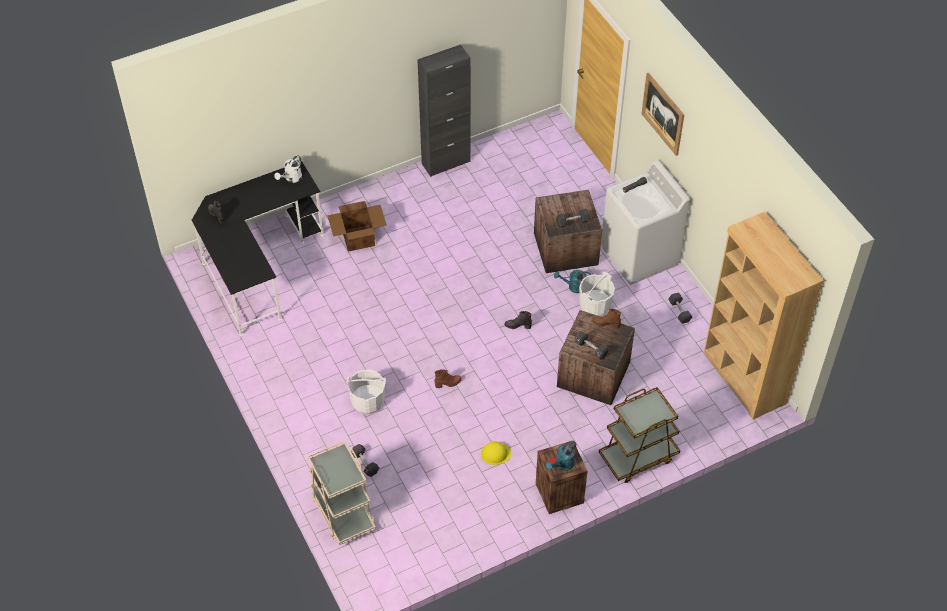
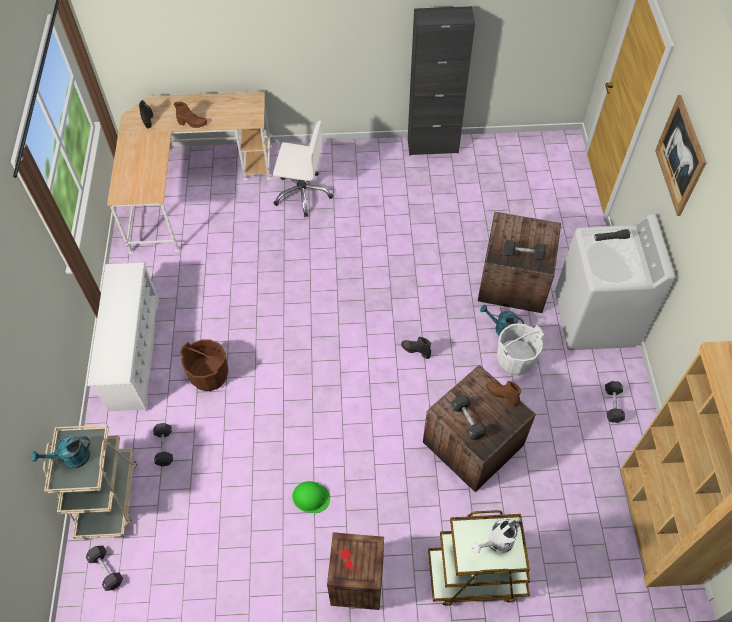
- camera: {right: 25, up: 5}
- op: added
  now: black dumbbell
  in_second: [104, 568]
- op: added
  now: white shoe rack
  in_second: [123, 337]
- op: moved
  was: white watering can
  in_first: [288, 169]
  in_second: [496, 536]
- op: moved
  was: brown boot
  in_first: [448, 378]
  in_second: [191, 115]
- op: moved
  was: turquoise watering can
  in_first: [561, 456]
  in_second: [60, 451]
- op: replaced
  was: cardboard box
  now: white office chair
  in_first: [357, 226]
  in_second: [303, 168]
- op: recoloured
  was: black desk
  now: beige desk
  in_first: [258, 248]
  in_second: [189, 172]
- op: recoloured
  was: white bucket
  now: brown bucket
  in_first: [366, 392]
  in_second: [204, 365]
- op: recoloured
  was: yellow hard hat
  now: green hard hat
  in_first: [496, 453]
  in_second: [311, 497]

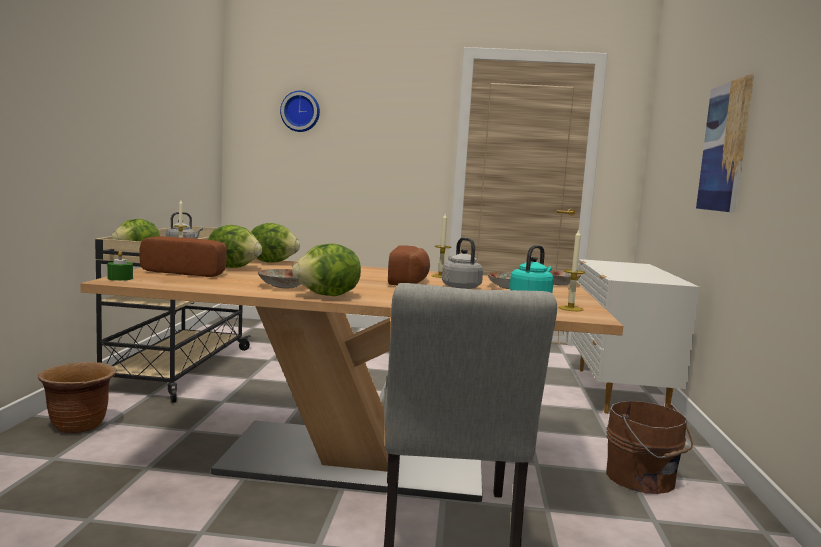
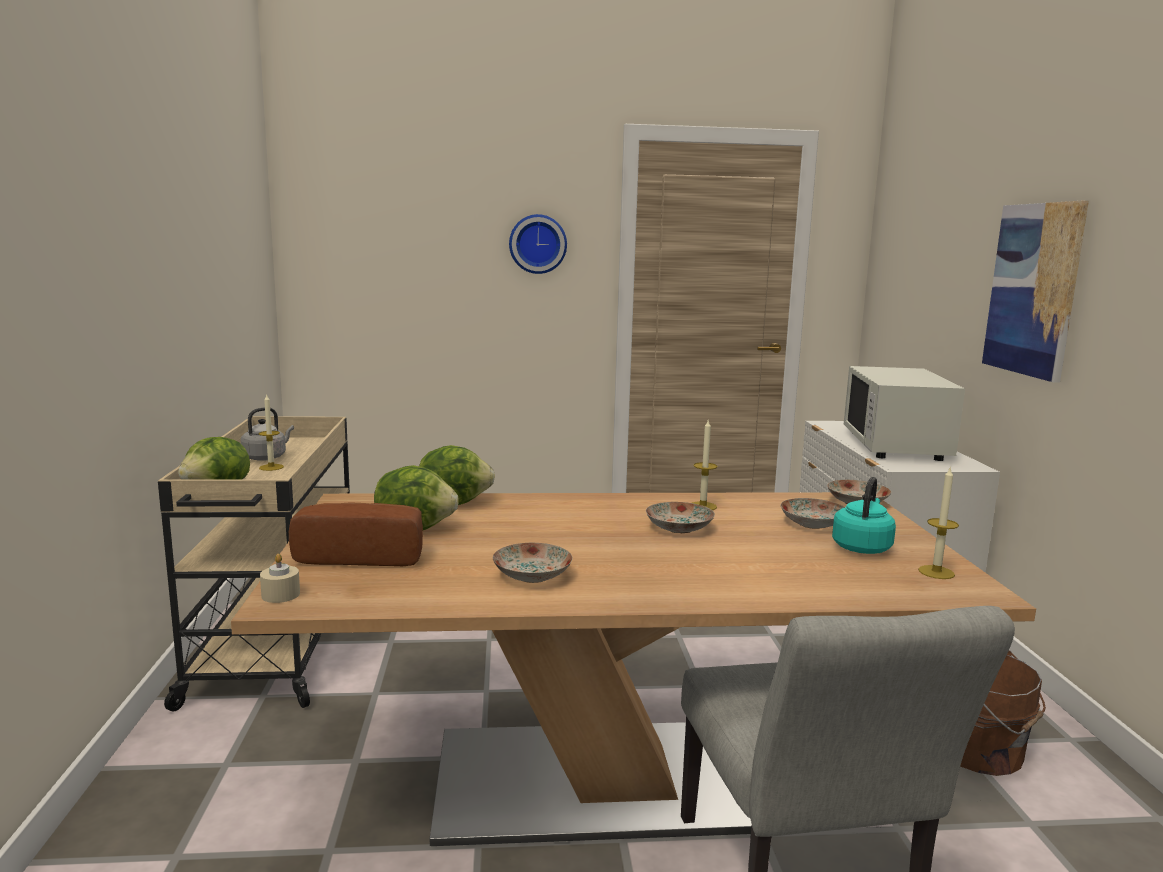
- camera: {right: -10, up: 5}
- op: removed
  was: brown planter
  in_first: [77, 397]
- op: removed
  was: lettuce
  in_first: [326, 270]
- op: removed
  was: grey kettle
  in_first: [462, 263]
- op: added
  now: white microwave
  in_second: [904, 413]
- op: moved
  was: wall clock
  in_first: [300, 111]
  in_second: [538, 244]
- op: replaced
  was: bread
  now: plate
  in_first: [409, 265]
  in_second: [680, 517]
- op: recoloured
  was: green candle
  now: beige candle
  in_first: [120, 266]
  in_second: [280, 578]

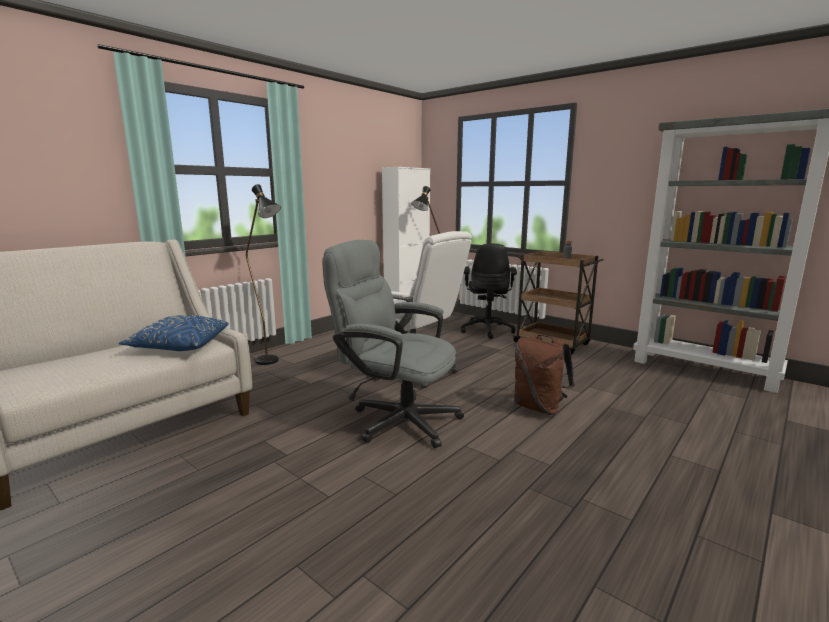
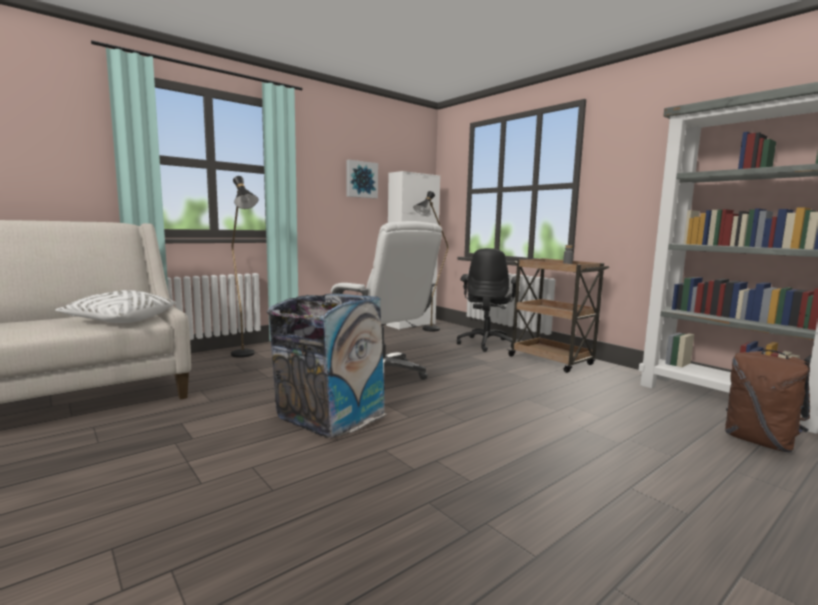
- camera: {right: 10, up: -5}
- op: added
  now: picture
  in_second: [362, 179]
- op: moved
  was: brown backpack
  in_first: [544, 375]
  in_second: [767, 401]
- op: replaced
  was: grey office chair
  now: trash can
  in_first: [393, 344]
  in_second: [327, 366]
- op: recoloured
  was: blue pillow
  now: white pillow
  in_first: [174, 333]
  in_second: [115, 306]

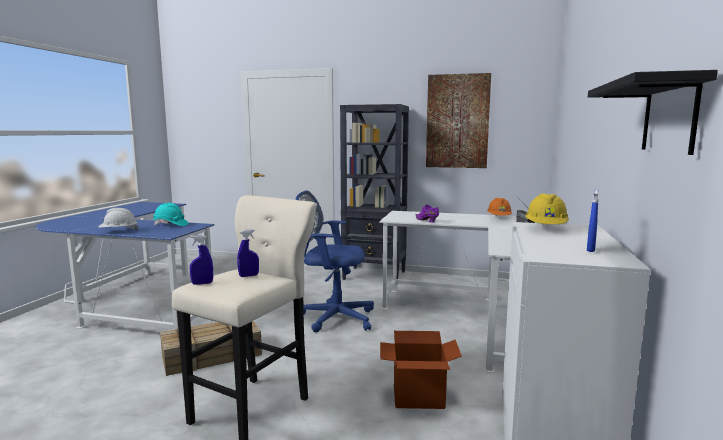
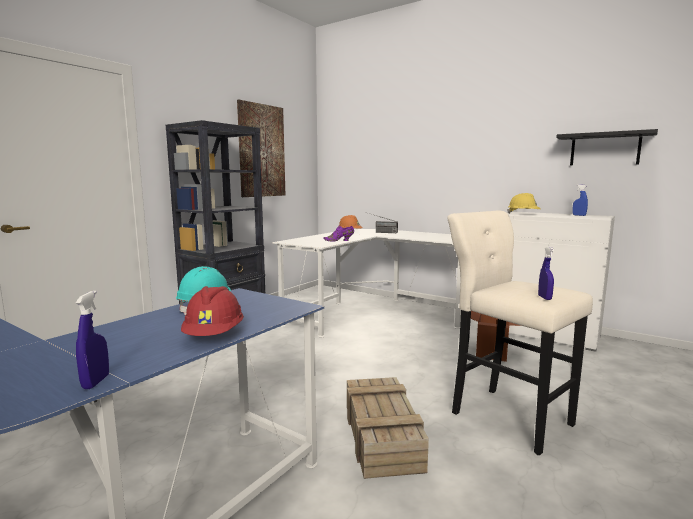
- camera: {right: -70, up: 0}
- op: removed
  was: blue office chair
  in_first: [335, 261]
- op: moved
  was: blue spray bottle
  in_first: [248, 253]
  in_second: [92, 340]
- op: recoloured
  was: white hard hat
  now: red hard hat
  in_first: [118, 219]
  in_second: [212, 311]

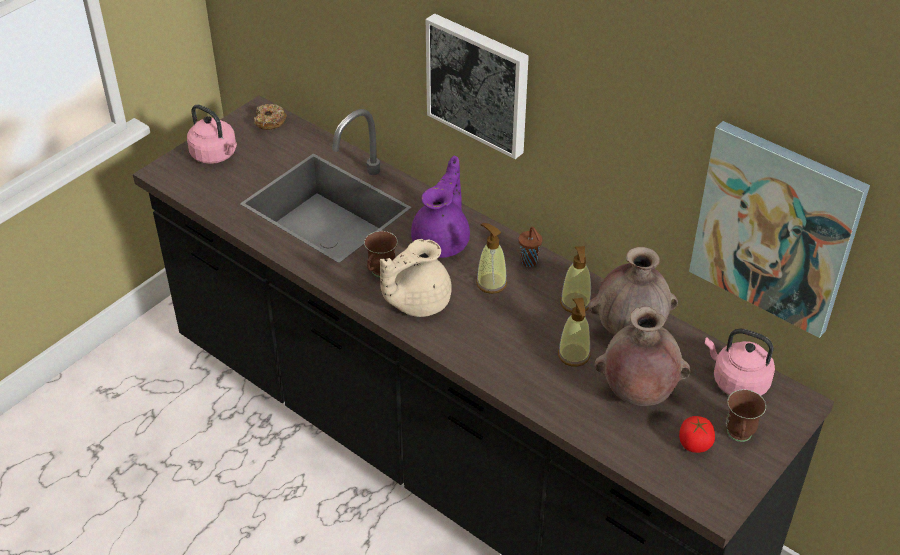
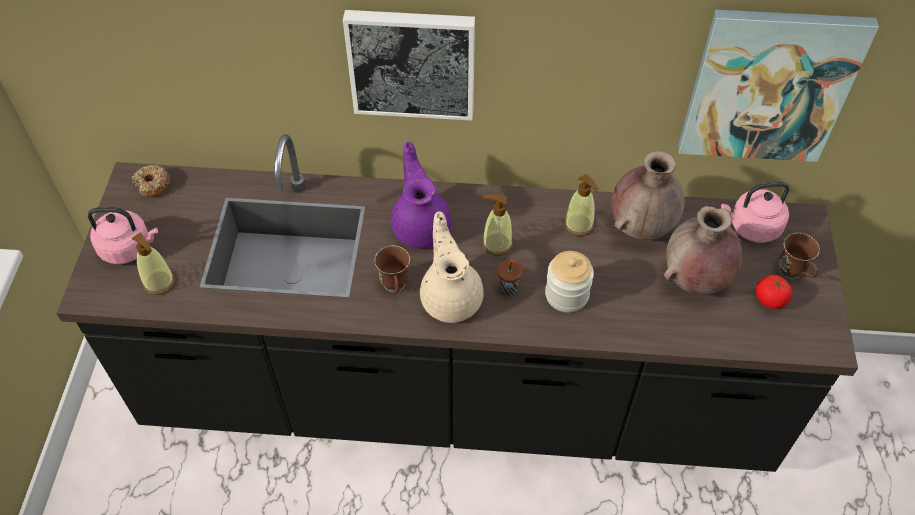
- camera: {right: -35, up: 10}
- op: added
  now: jar
  in_second: [569, 281]
- op: moved
  was: brown cup
  in_first: [530, 246]
  in_second: [511, 277]
- op: moved
  was: soap dispenser
  in_first: [574, 332]
  in_second: [153, 263]
- op: turned
  was: beige teapot
  in_first: [416, 278]
  in_second: [452, 267]
  clockwise: 150

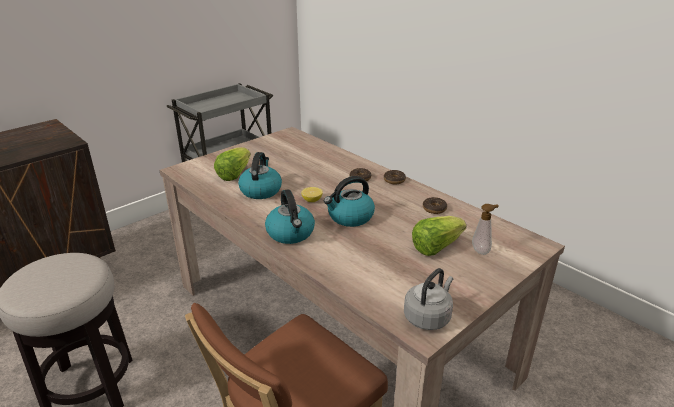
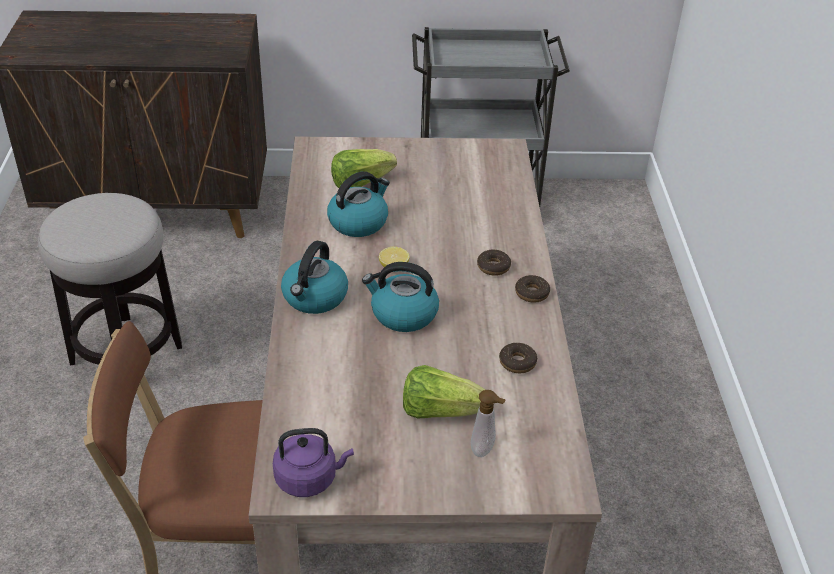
- camera: {right: 40, up: 10}
- op: recoloured
  was: grey kettle
  now: purple kettle
  in_first: [428, 299]
  in_second: [313, 462]

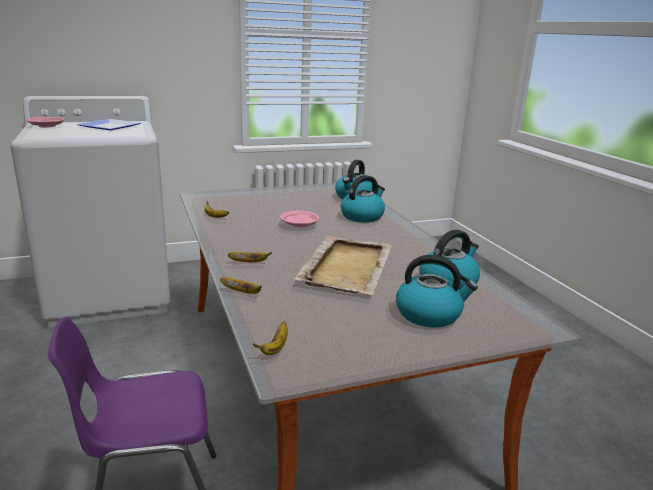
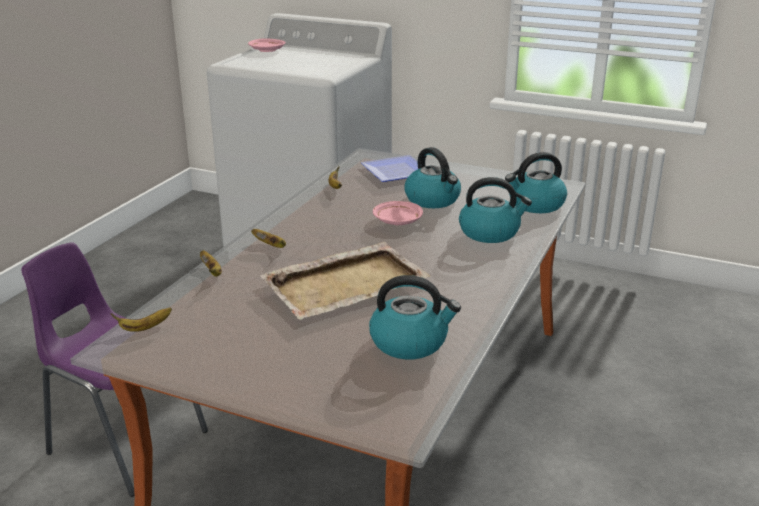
- camera: {right: 45, up: 5}
- op: moved
  was: plate
  in_first: [109, 124]
  in_second: [389, 168]
- op: moved
  was: kettle
  in_first: [437, 291]
  in_second: [432, 177]

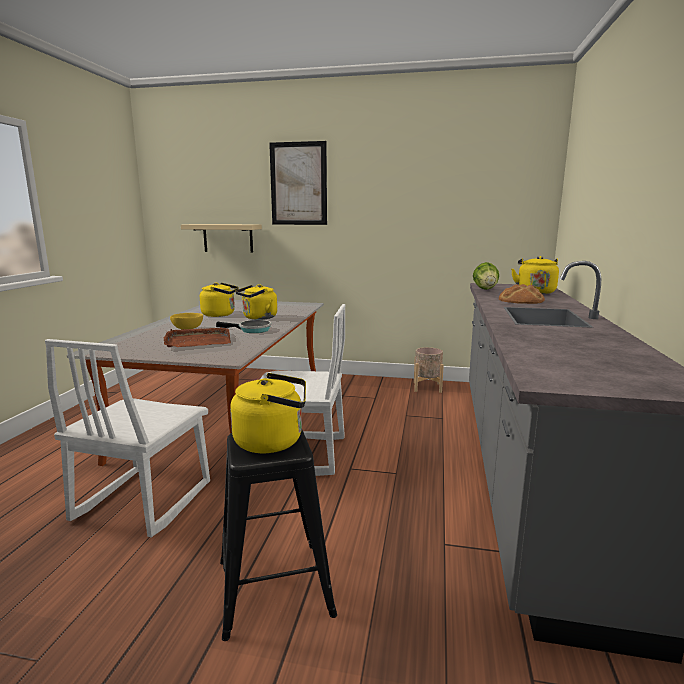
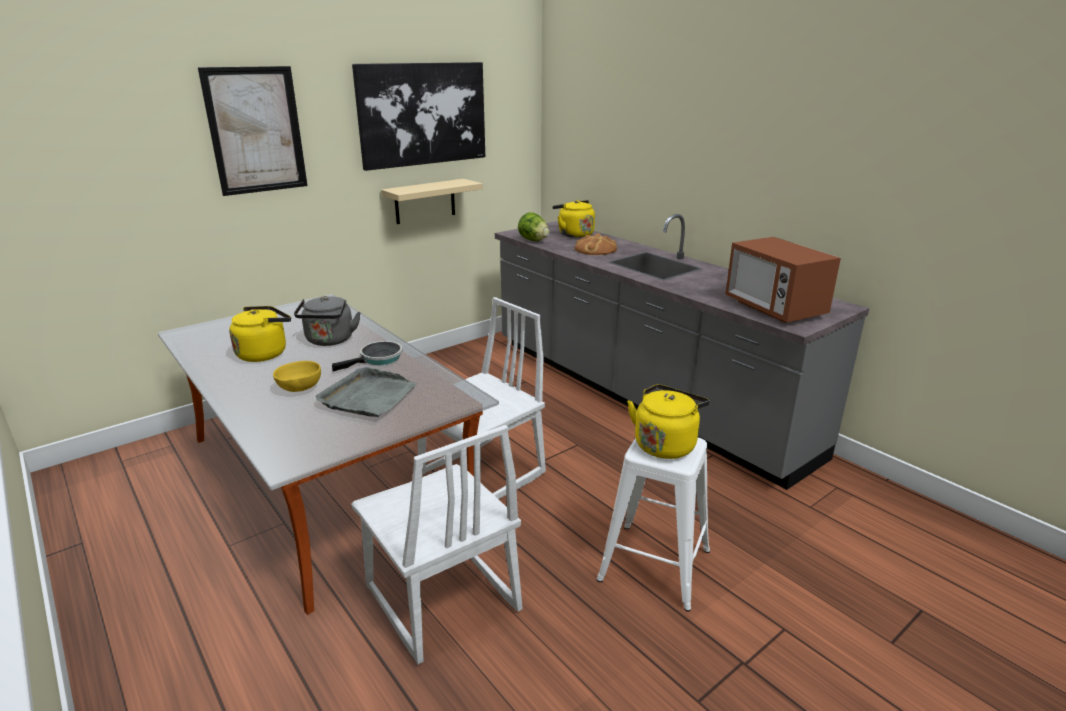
- camera: {right: -50, up: 10}
- op: removed
  was: beige planter
  in_first: [429, 370]
- op: added
  now: picture
  in_second: [418, 116]
- op: added
  now: microwave
  in_second: [783, 280]
- op: moved
  was: beige shelf
  in_first: [221, 238]
  in_second: [432, 201]
- op: recoloured
  was: brown tray
  now: grey tray
  in_first: [197, 337]
  in_second: [366, 392]
- op: recoloured
  was: black stool
  now: white stool
  in_first: [278, 535]
  in_second: [653, 525]
- op: recoloured
  was: yellow kettle
  now: grey kettle
  in_first: [256, 302]
  in_second: [327, 321]

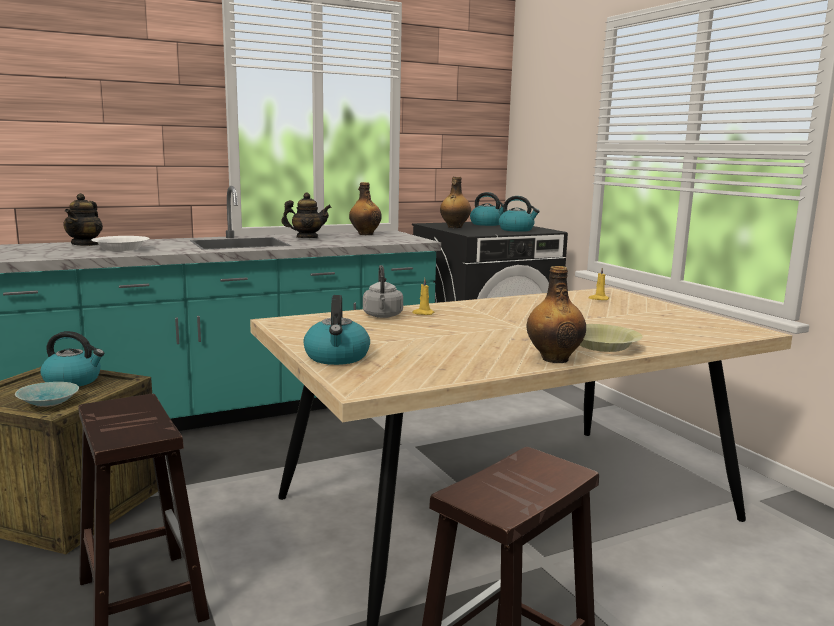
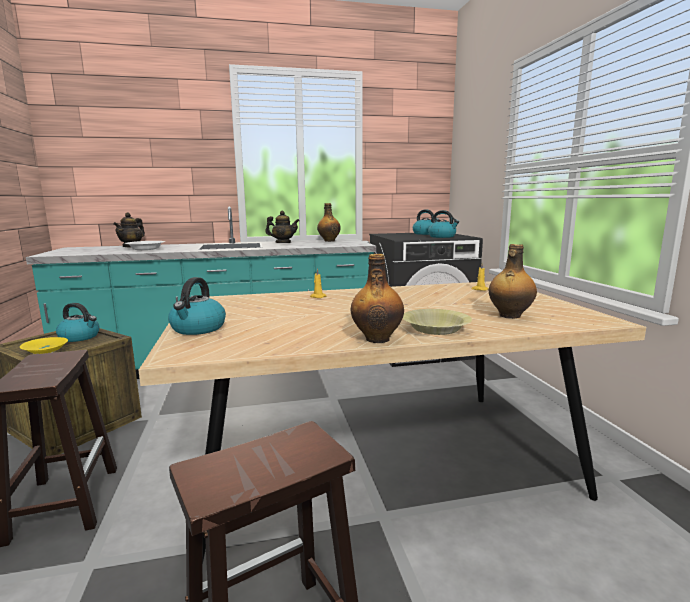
- camera: {right: 15, up: 0}
- op: removed
  was: grey kettle
  in_first: [383, 291]
- op: moved
  was: bottle
  in_first: [455, 202]
  in_second: [513, 281]
- op: recoloured
  was: turquoise bowl
  now: yellow bowl
  in_first: [47, 394]
  in_second: [44, 345]

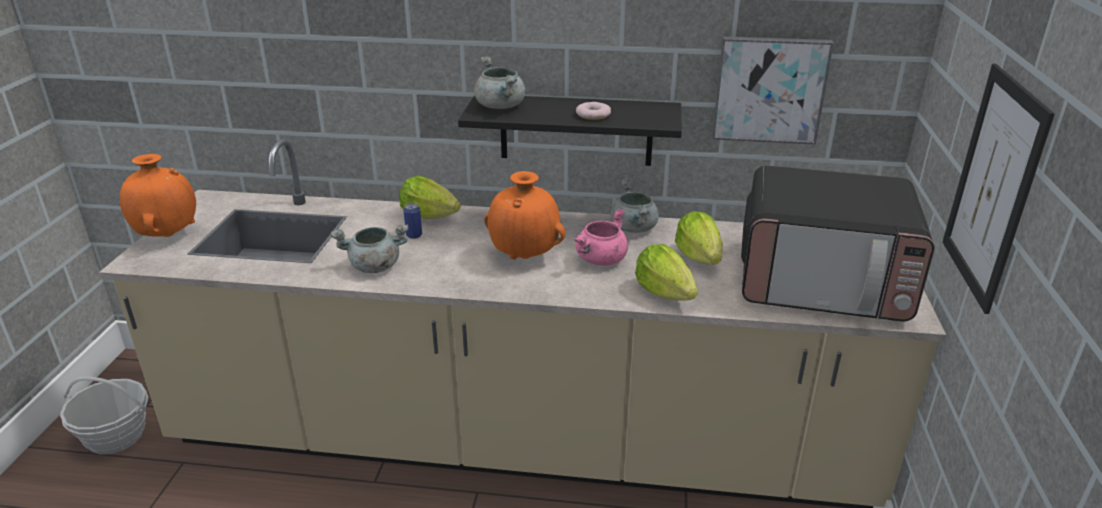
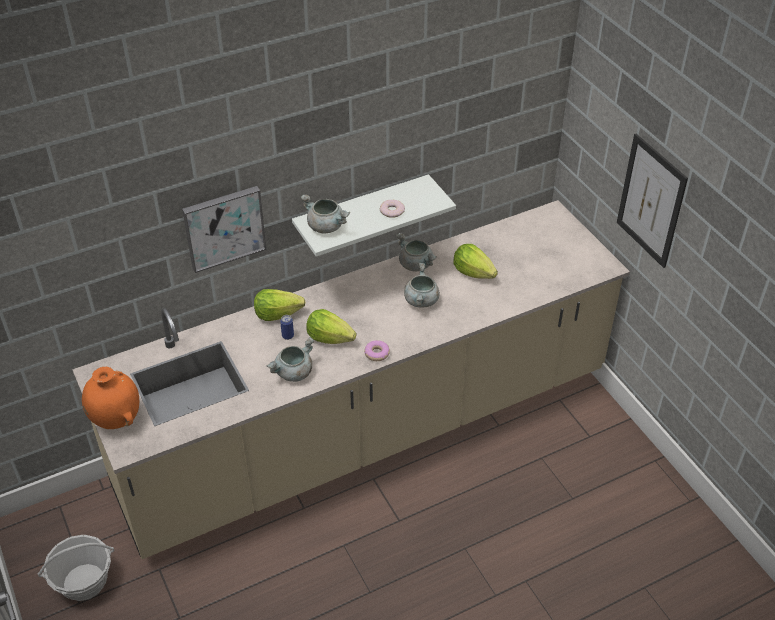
- camera: {right: -35, up: 15}
- op: removed
  was: orange vase
  in_first: [525, 215]
- op: removed
  was: microwave
  in_first: [838, 244]
- op: added
  now: donut
  in_second: [377, 350]
- op: moved
  was: lettuce
  in_first: [666, 272]
  in_second: [331, 326]
- op: moved
  was: picture
  in_first: [773, 90]
  in_second: [224, 229]
- op: recoloured
  was: black shelf
  now: white shelf
  in_first: [570, 130]
  in_second: [374, 215]
- op: recoloured
  was: pink cooking pot
  now: grey cooking pot
  in_first: [601, 237]
  in_second: [422, 285]

